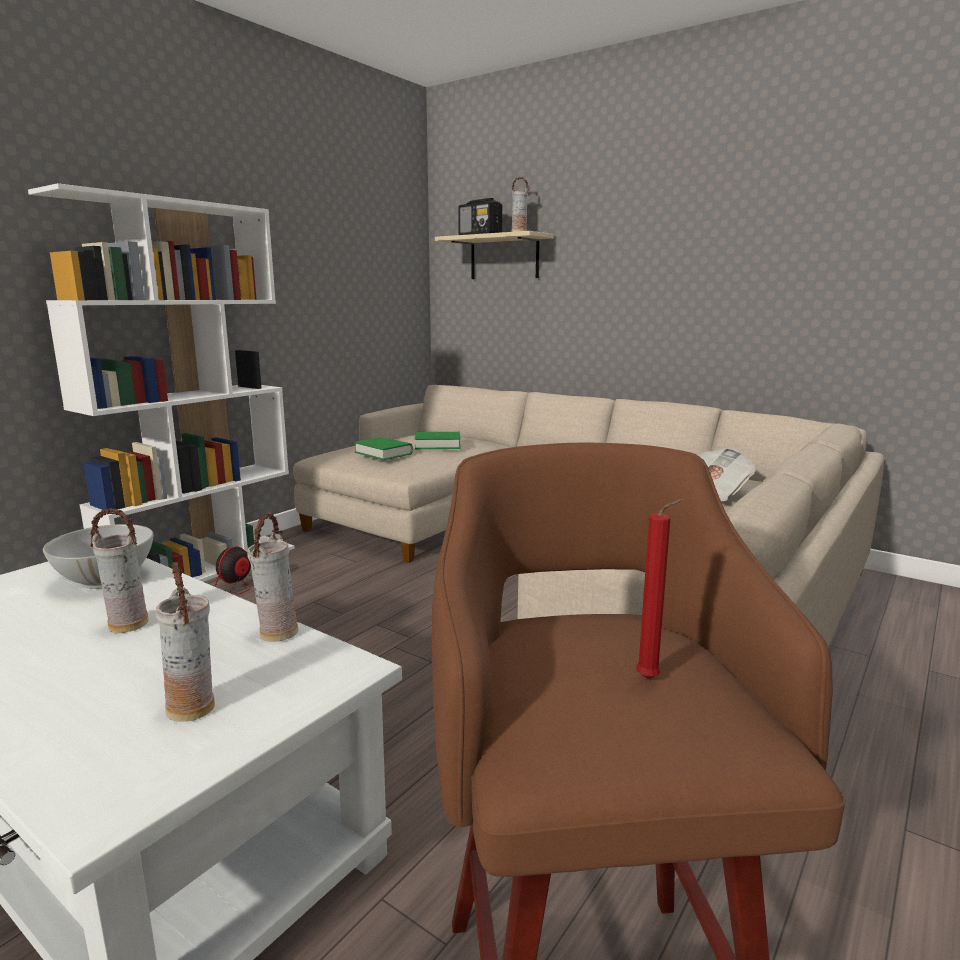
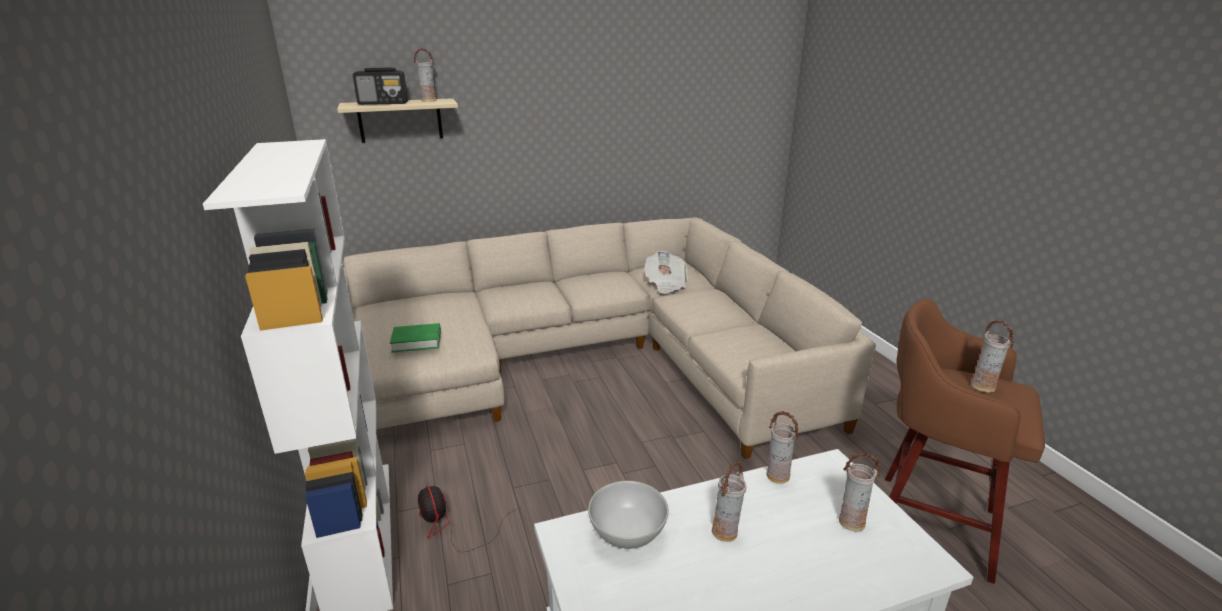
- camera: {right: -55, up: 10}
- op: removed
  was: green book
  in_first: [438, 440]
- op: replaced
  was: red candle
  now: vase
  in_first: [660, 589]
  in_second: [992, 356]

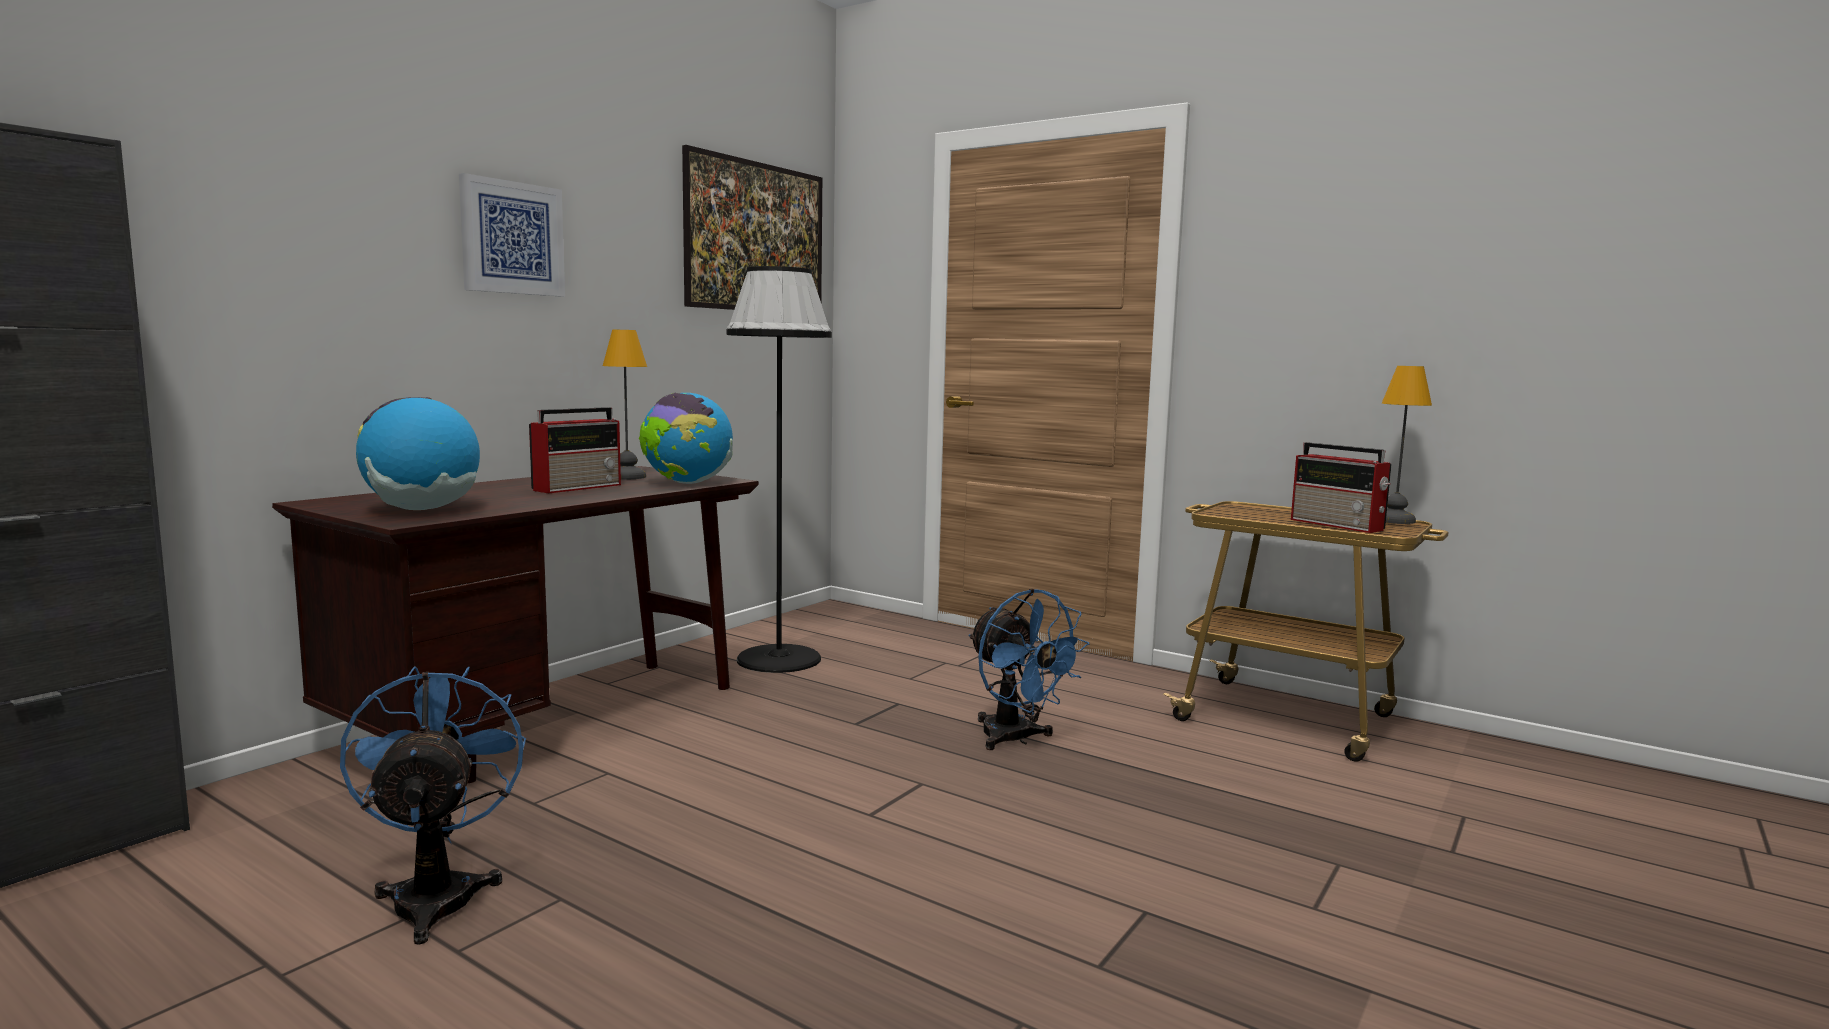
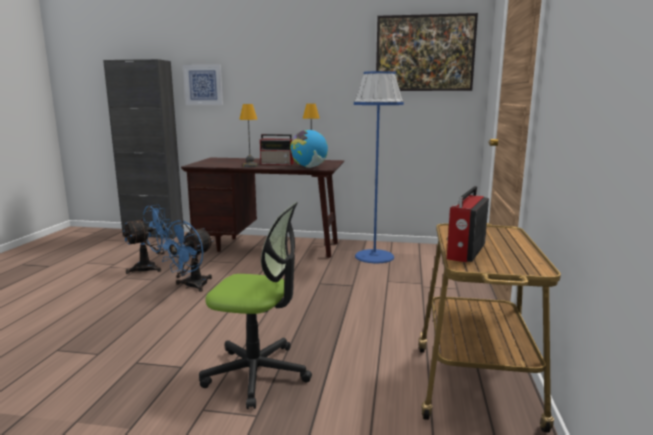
- camera: {right: 65, up: 5}
- op: removed
  was: globe
  in_first: [418, 453]
- op: added
  now: office chair
  in_second: [255, 305]
- op: moved
  was: picture
  in_first: [512, 234]
  in_second: [203, 85]
- op: moved
  was: blue fan
  in_first: [1029, 669]
  in_second: [185, 256]
- op: moved
  was: table lamp
  in_first: [1407, 445]
  in_second: [248, 135]
- op: recoloured
  was: black floor lamp
  now: blue floor lamp
  in_first: [779, 469]
  in_second: [379, 167]

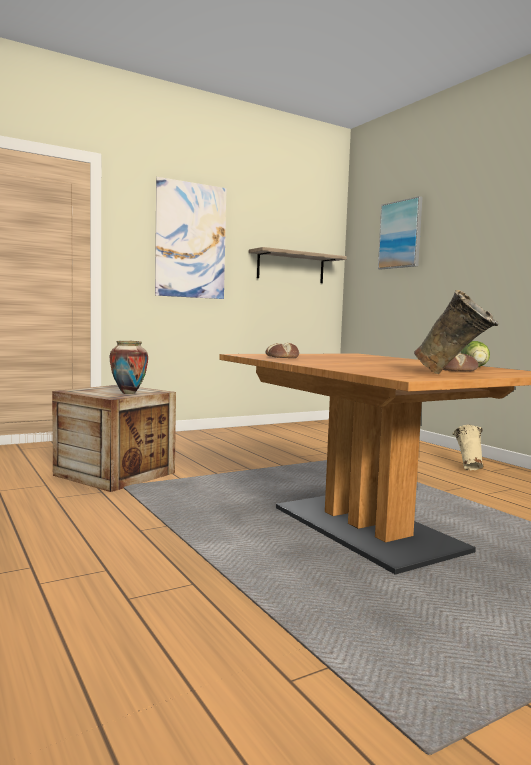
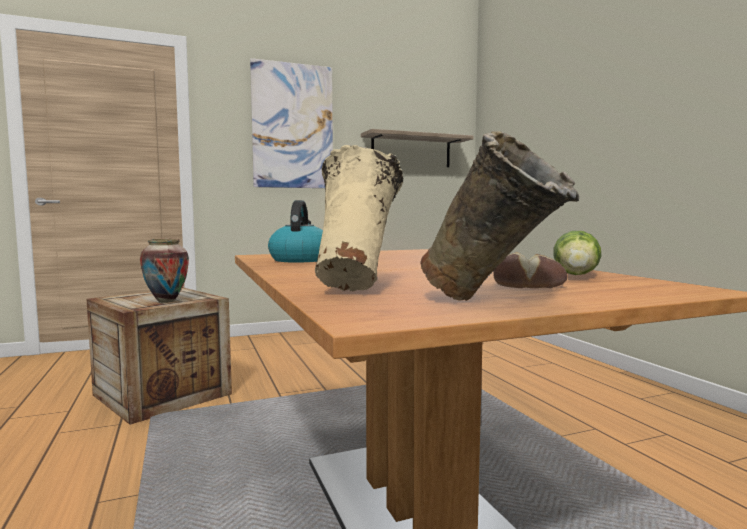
- camera: {right: 10, up: 0}
- op: removed
  was: picture
  in_first: [400, 232]
- op: moved
  was: beige vase
  in_first: [468, 447]
  in_second: [359, 218]
- op: replaced
  was: bread
  now: kettle
  in_first: [282, 350]
  in_second: [295, 231]

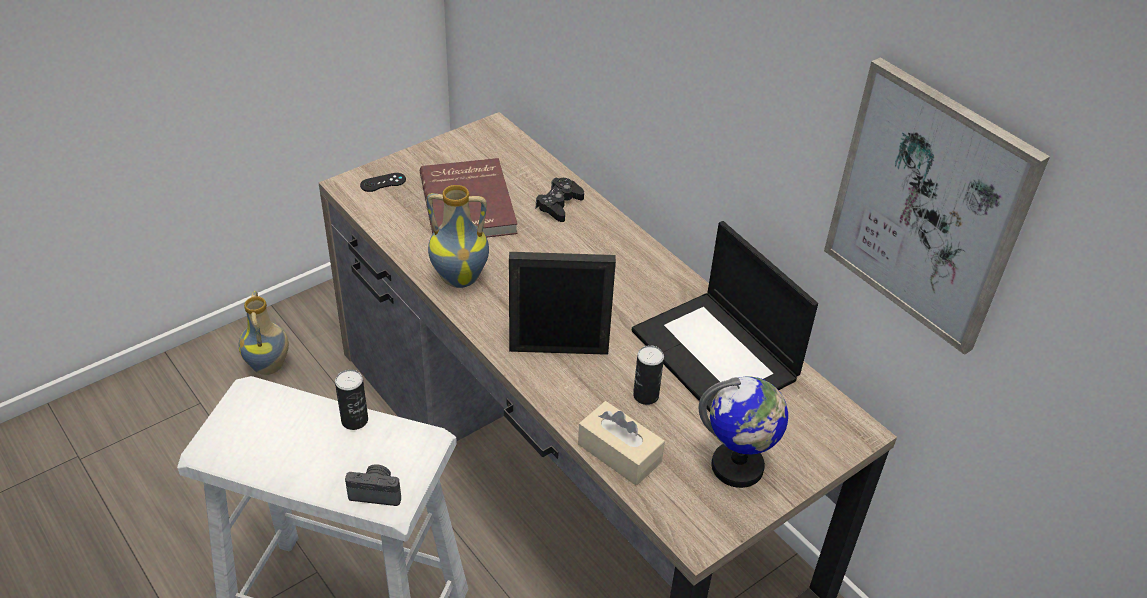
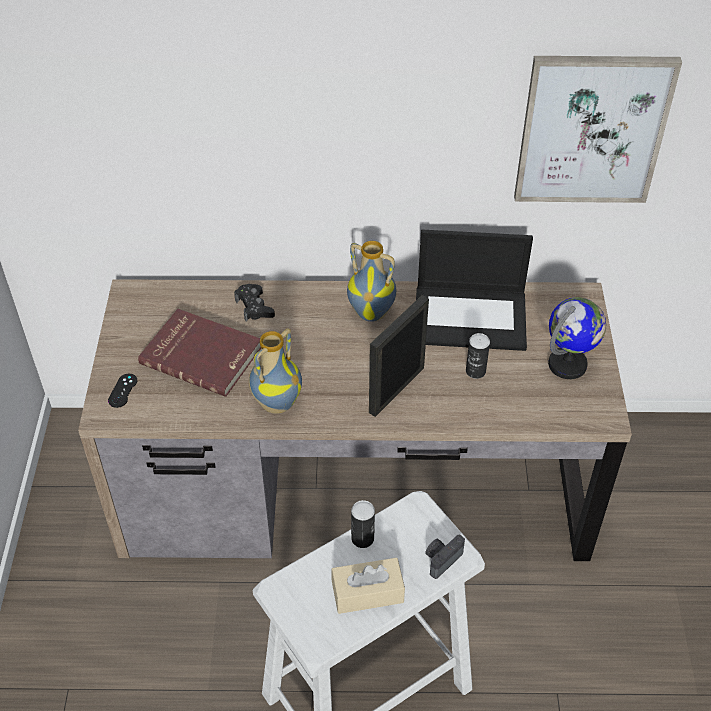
- camera: {right: -50, up: 5}
- op: moved
  was: vase
  in_first: [264, 333]
  in_second: [371, 281]
- op: moved
  was: beige tissue box
  in_first: [621, 443]
  in_second: [368, 586]

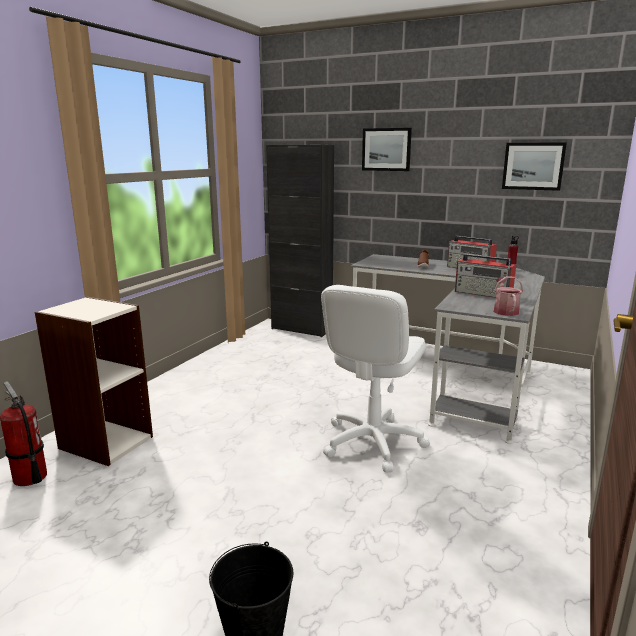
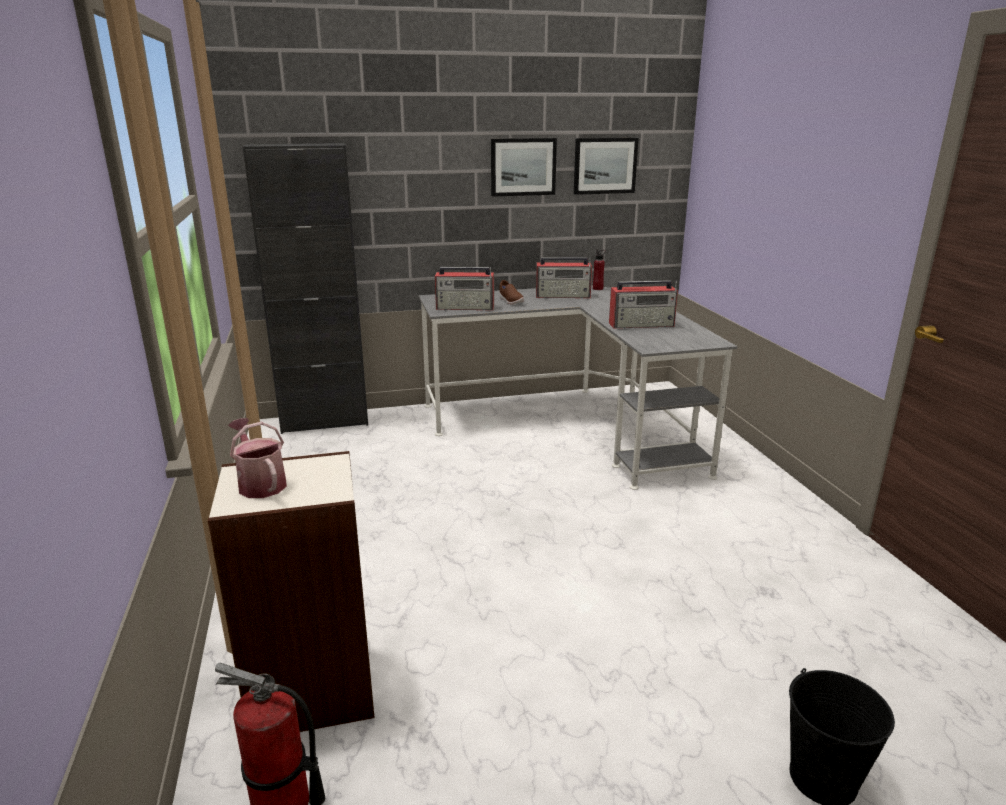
- camera: {right: -40, up: 5}
- op: removed
  was: white office chair
  in_first: [375, 379]
- op: added
  now: radio
  in_second: [464, 288]
- op: moved
  was: picture
  in_first: [387, 149]
  in_second: [524, 167]
- op: moved
  was: watering can
  in_first: [508, 296]
  in_second: [257, 458]

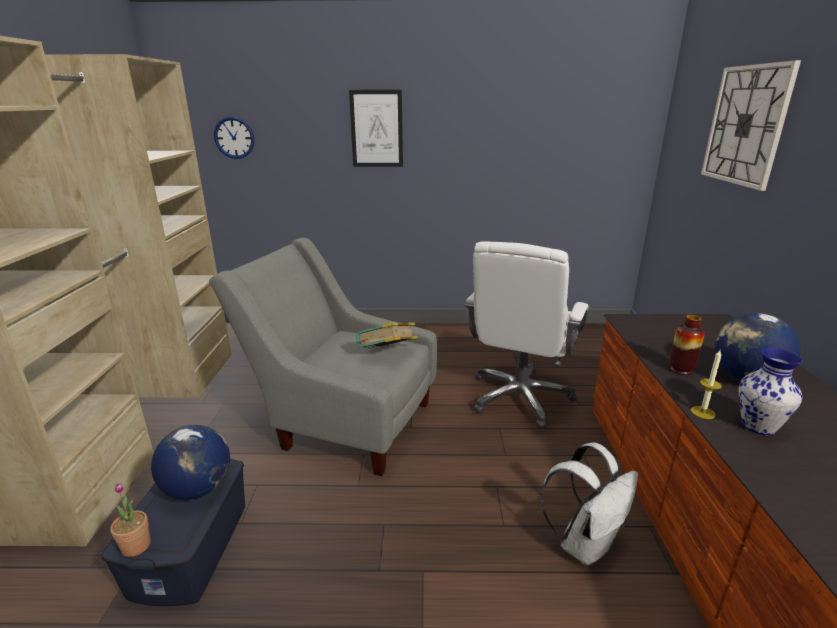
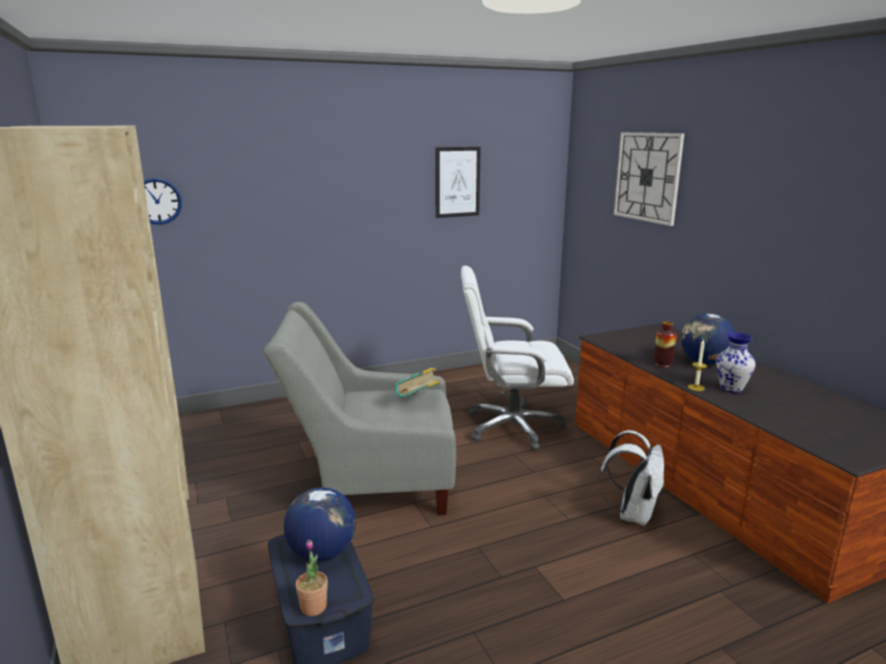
- camera: {right: -25, up: -5}
- op: moved
  was: picture
  in_first: [376, 128]
  in_second: [458, 182]
- op: turned
  was: white office chair
  in_first: [526, 335]
  in_second: [517, 357]
  clockwise: 90

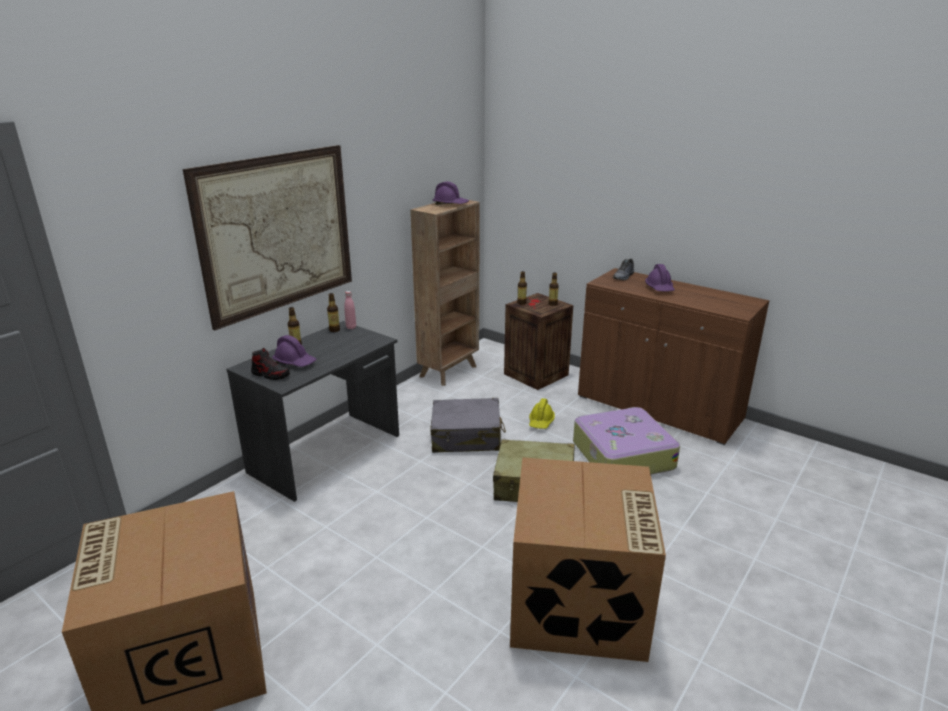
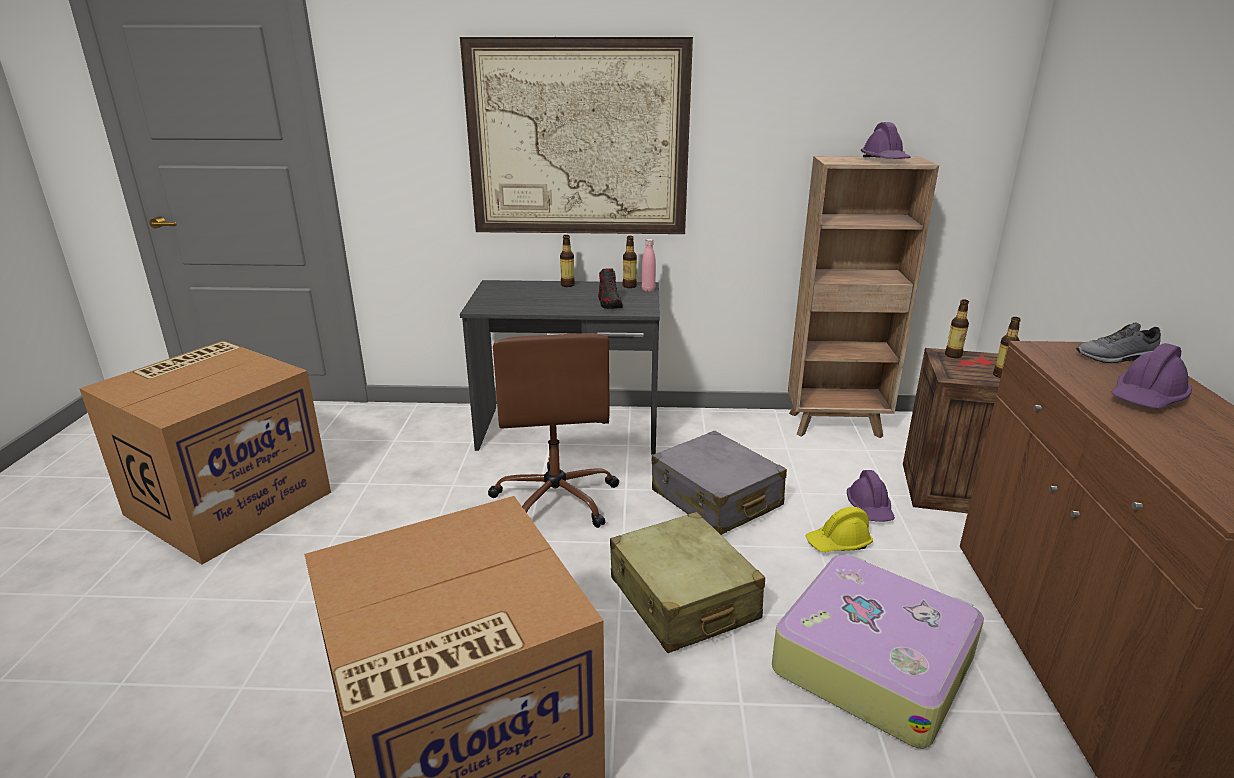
- camera: {right: 55, up: 0}
- op: added
  now: brown office chair
  in_second: [553, 430]
- op: moved
  was: shoe
  in_first: [270, 364]
  in_second: [610, 288]
- op: moved
  was: purple hard hat
  in_first: [294, 351]
  in_second: [871, 496]

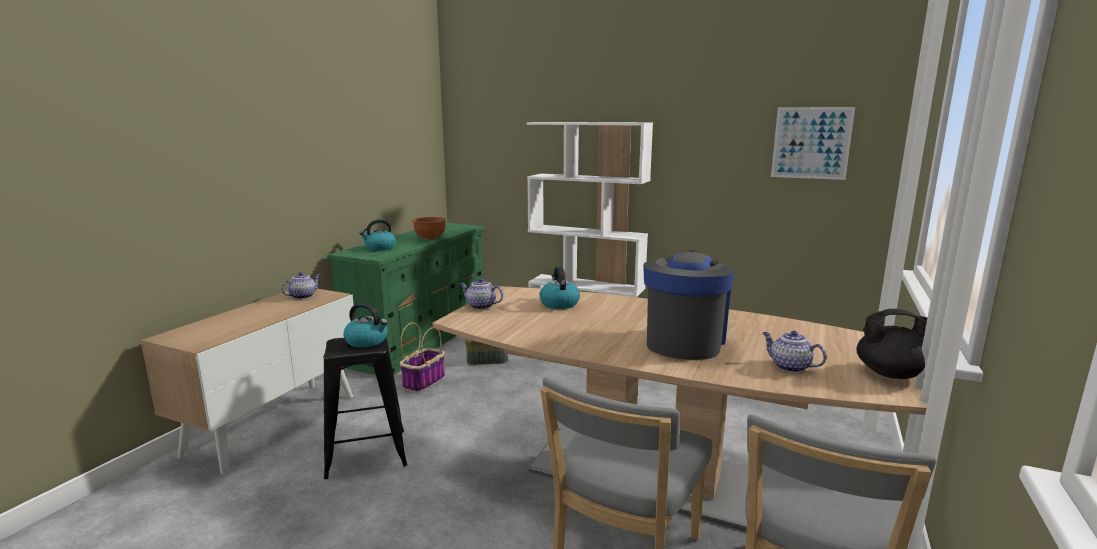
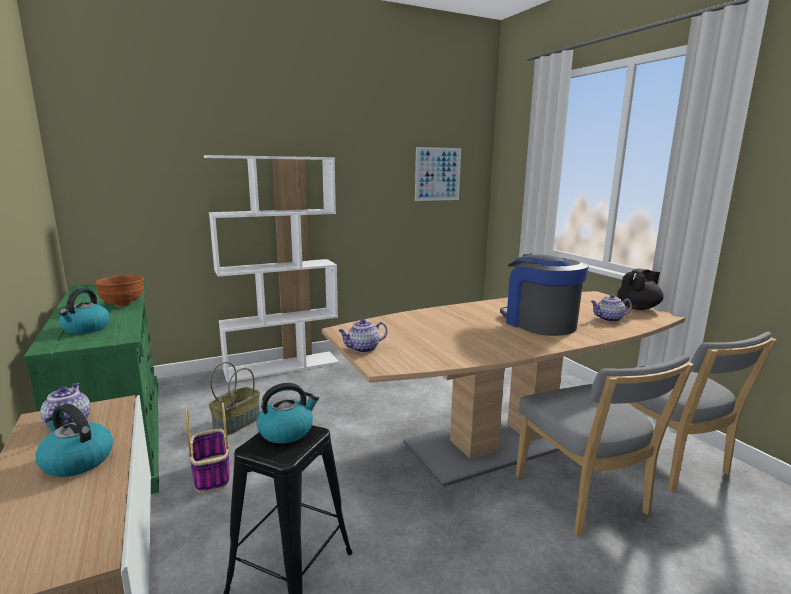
- camera: {right: -50, up: 0}
- op: moved
  was: kettle
  in_first: [560, 287]
  in_second: [74, 440]

